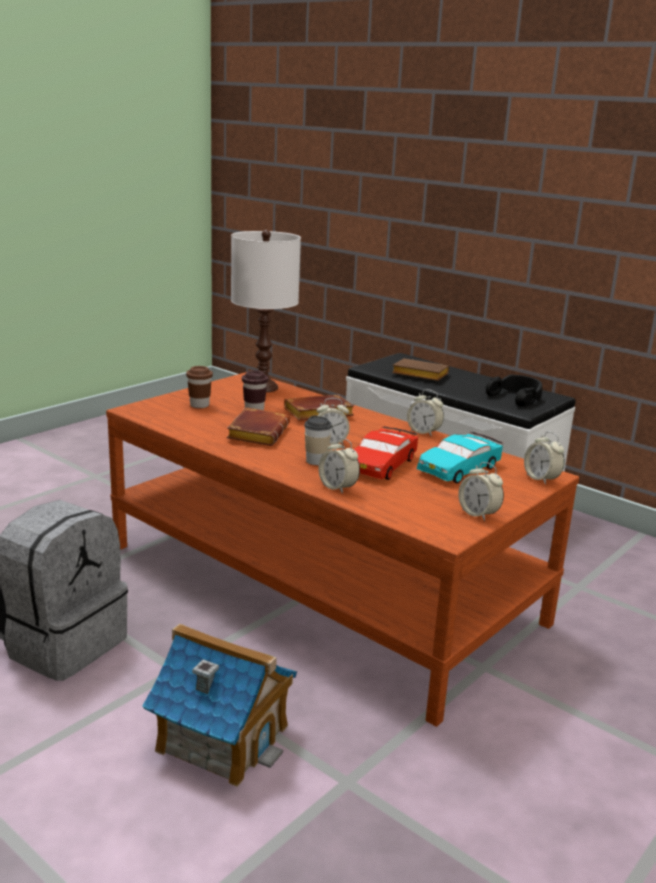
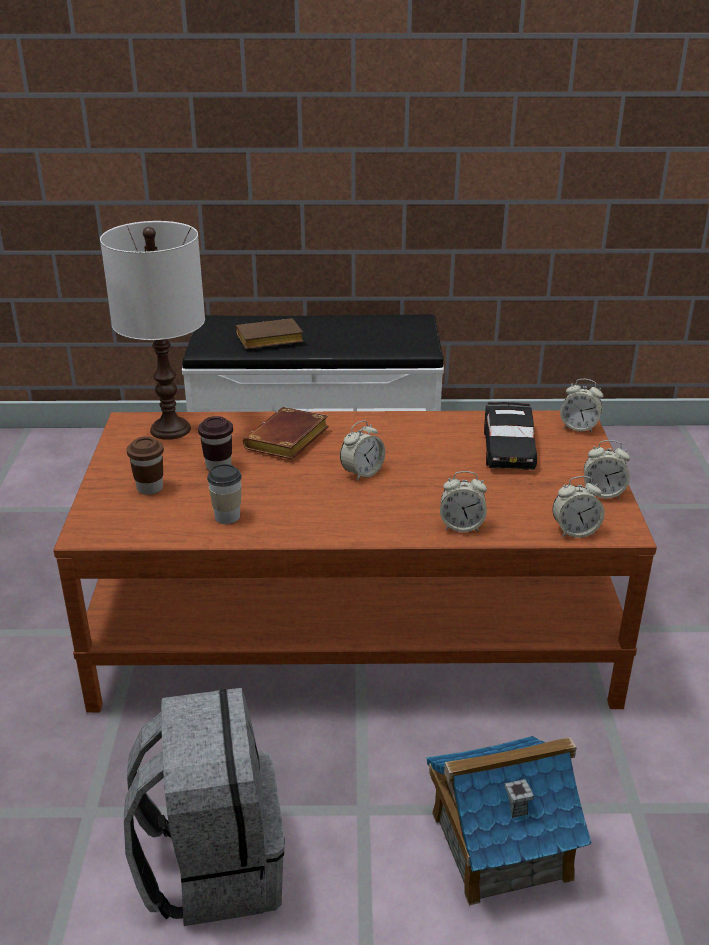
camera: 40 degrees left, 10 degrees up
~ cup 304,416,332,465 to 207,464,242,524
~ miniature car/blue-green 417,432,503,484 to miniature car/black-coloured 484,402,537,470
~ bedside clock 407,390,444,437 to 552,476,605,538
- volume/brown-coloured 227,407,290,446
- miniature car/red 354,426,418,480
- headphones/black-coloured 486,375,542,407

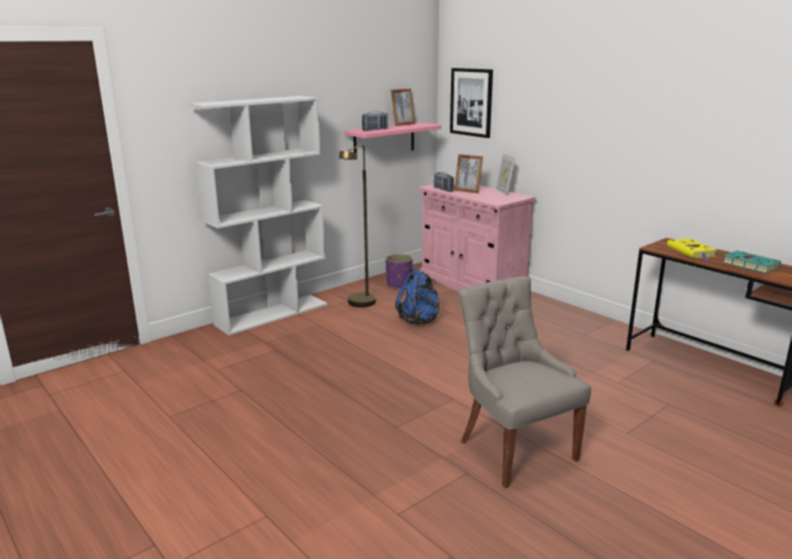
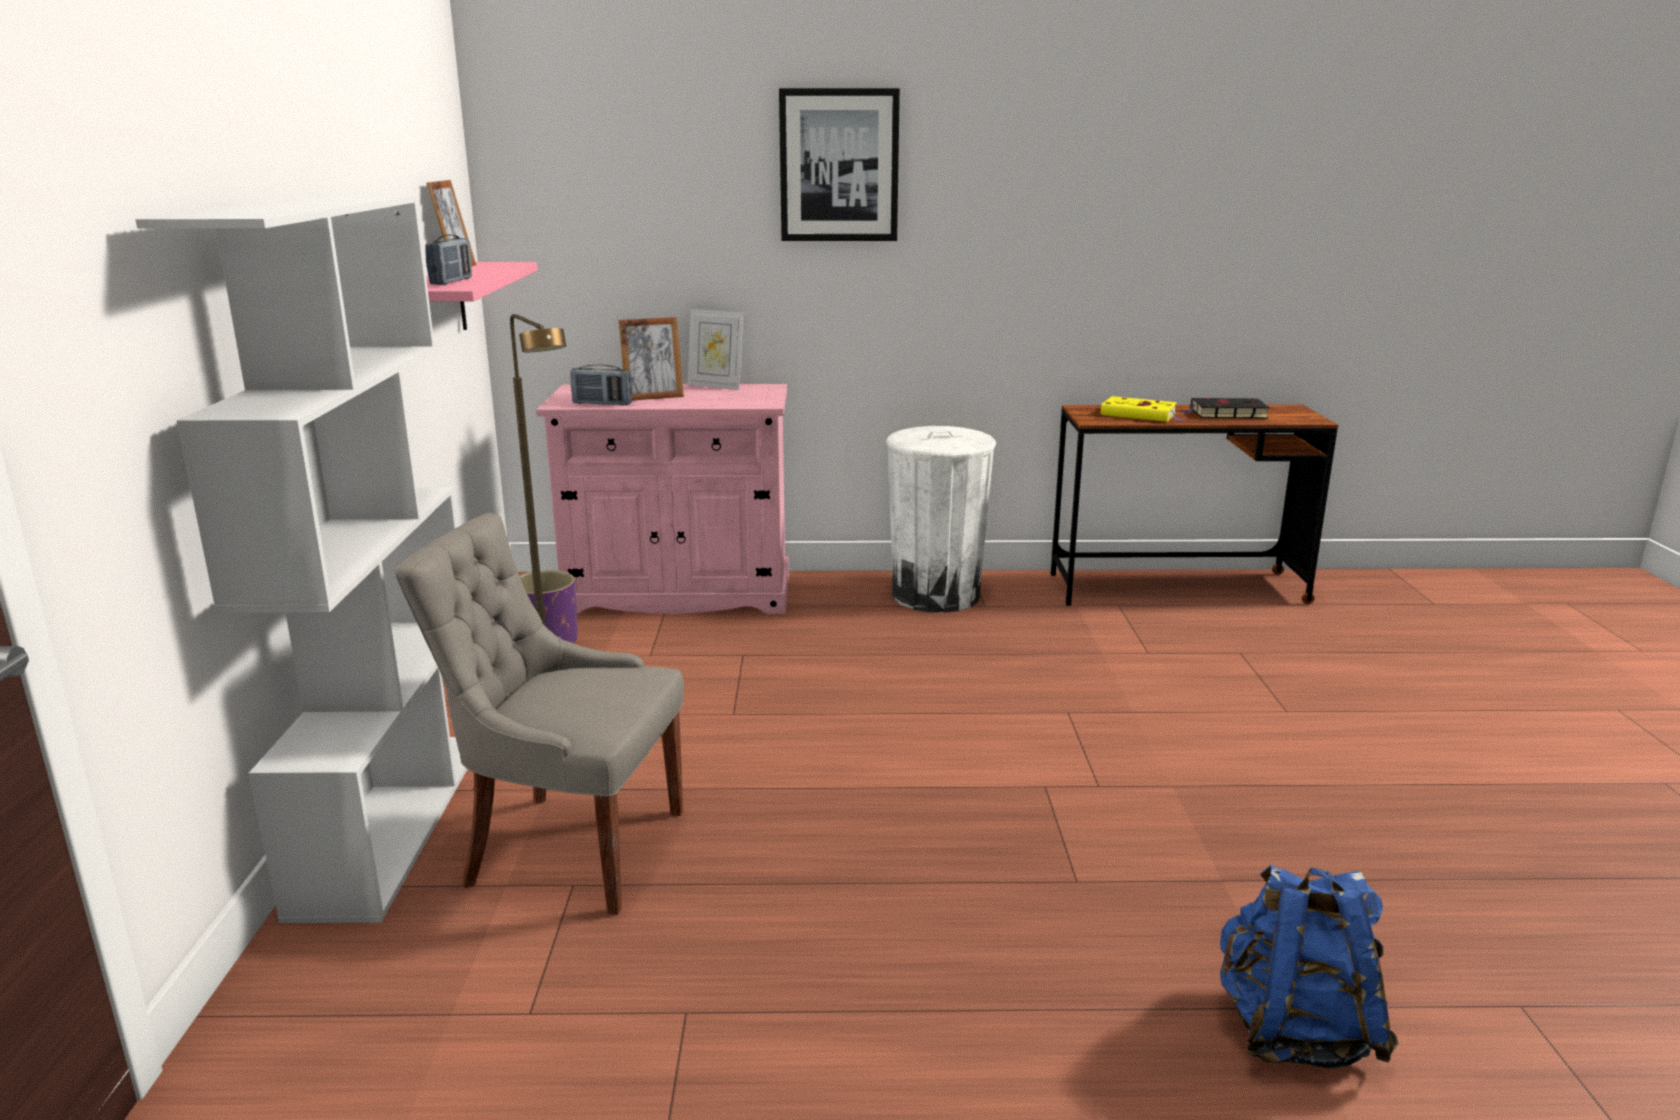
camera: 50 degrees left, 0 degrees up
~ upright chair/grey 458,276,591,488 to 395,513,684,915
~ wall art 450,68,493,138 to 779,88,900,241
+ waste bin/white-coloured 886,426,996,613
~ volume/blue-green 722,250,781,273 to volume/black-coloured 1183,398,1269,419
~ knapsack/blue 395,267,440,325 to 1220,865,1399,1069

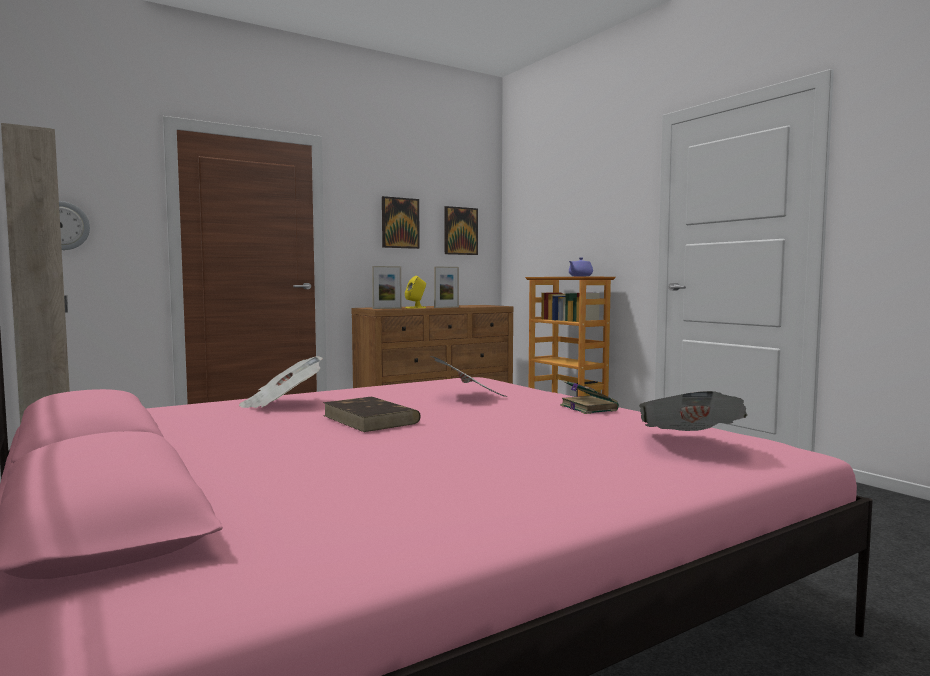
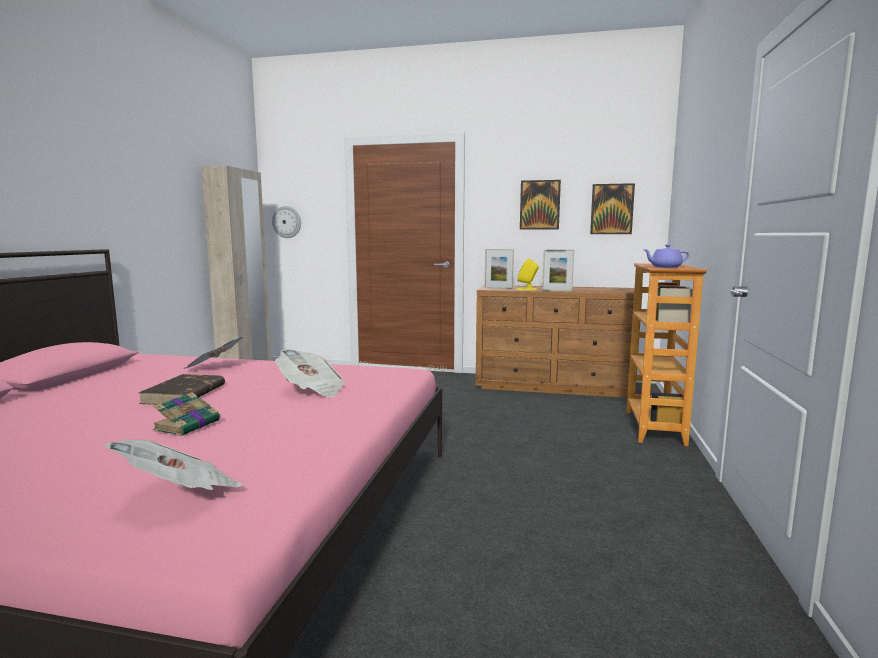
camera: 45 degrees right, 5 degrees up
~ volume 560,381,619,414 to 153,392,221,436

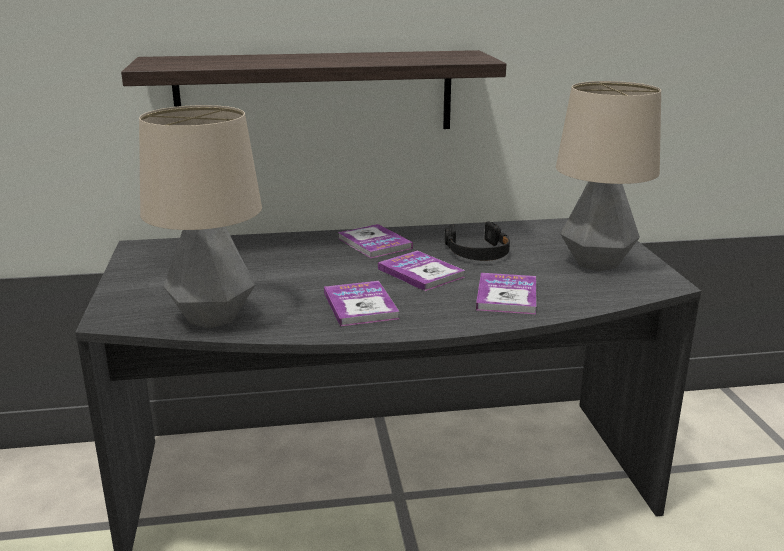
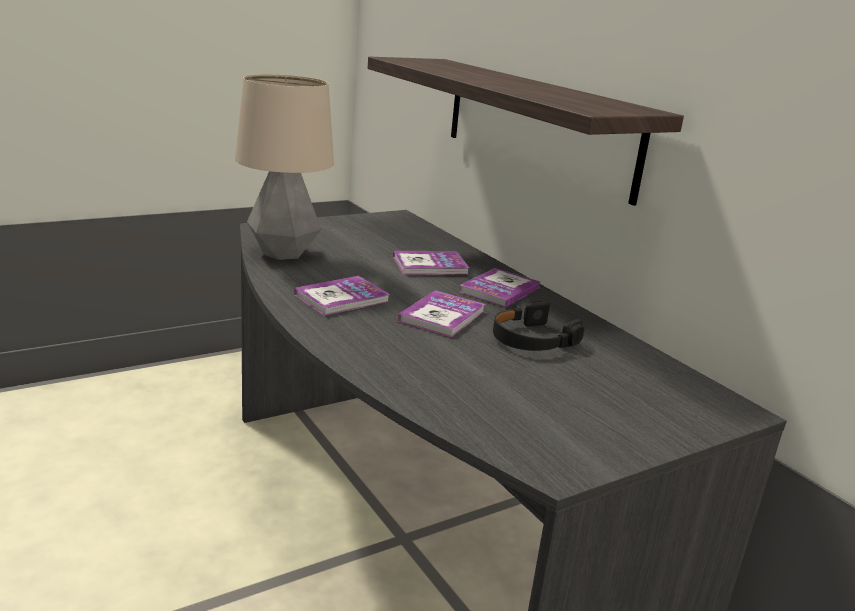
camera: 65 degrees right, 0 degrees up
~ volume 476,273,537,314 to 393,251,470,275
- table lamp 556,81,661,271

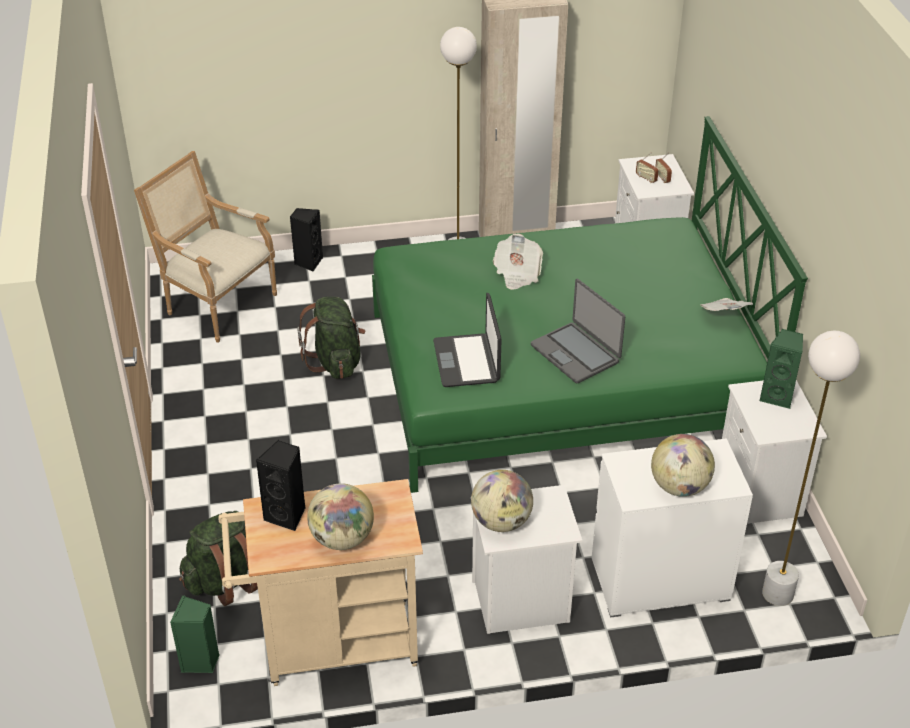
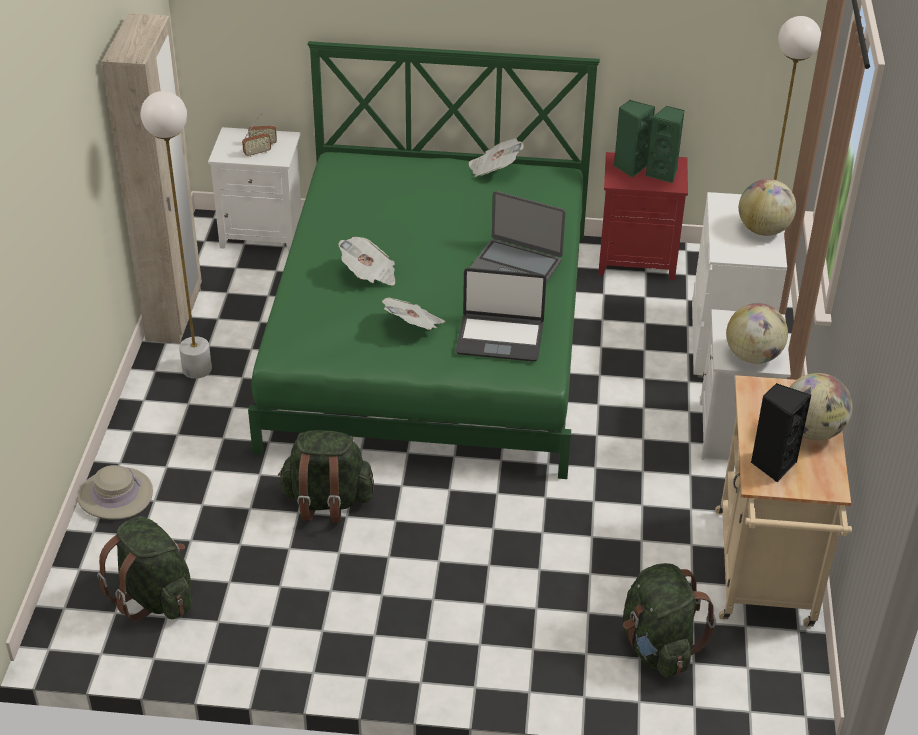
camera: 75 degrees left, 0 degrees up
~ speaker/black-coloured 290,208,323,272 to clothing hat/sand-coloured 77,465,153,519
~ armchair 134,151,277,343 to knapsack/green 97,516,192,621
+ daily paper 382,297,445,330
~ portable computer 531,279,625,383 = 470,191,566,283 45 degrees clockwise
~ night table/white-coloured 722,380,827,524 to night table/red 598,152,688,280
~ speaker/green 170,596,219,673 to 646,106,684,183

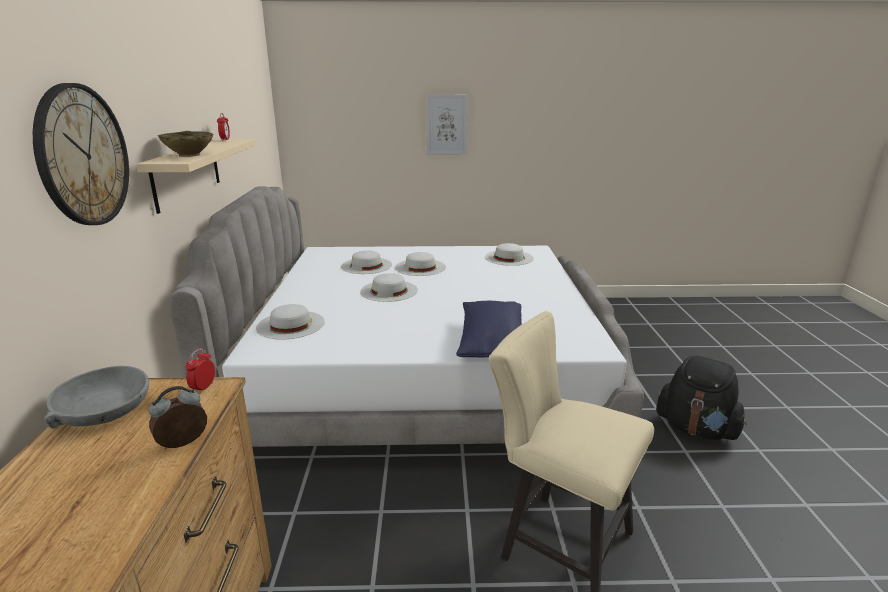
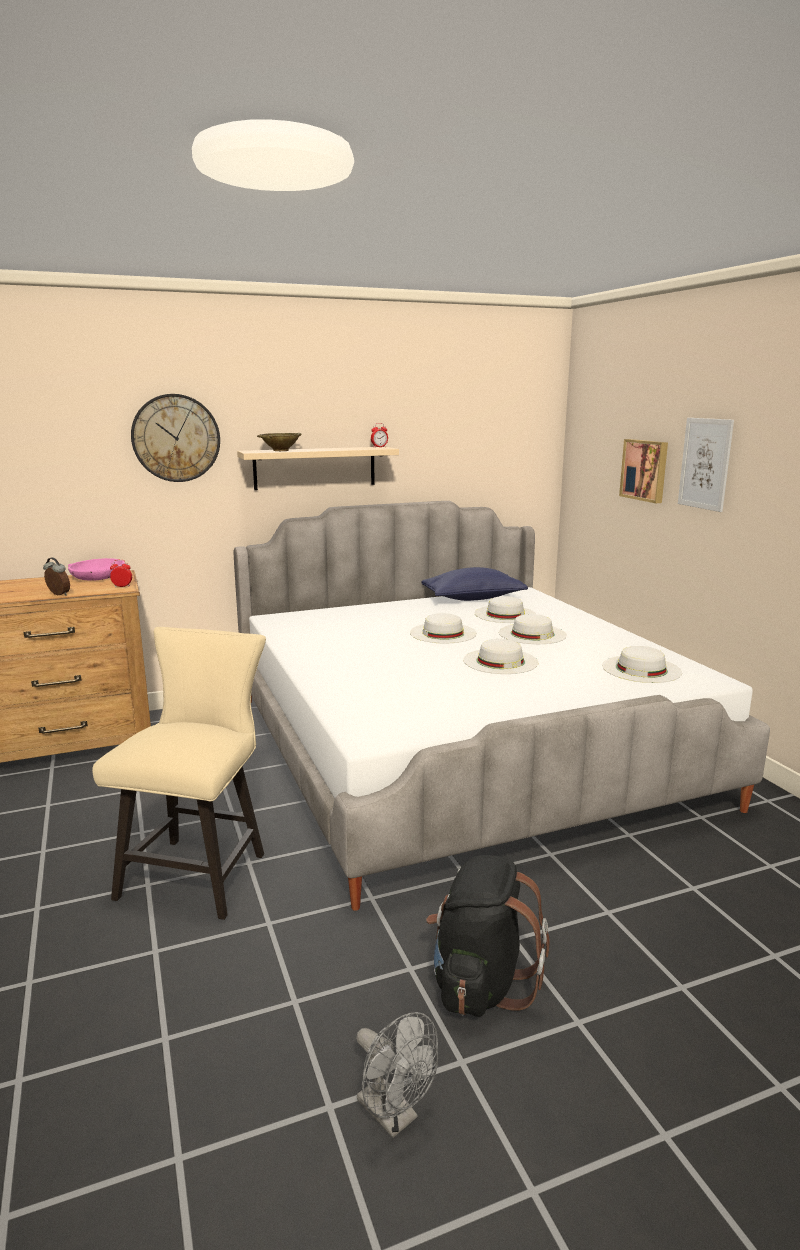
camera: 70 degrees right, 5 degrees down
~ deep dish/grey 44,366,149,429 to deep dish/pink 68,558,125,581
+ electric fan/grey 356,1012,438,1138
~ pillow/blue 456,301,522,357 to 422,567,528,601
~ clothing hat/white-coloured 256,304,325,340 to 463,639,538,674
+ wall art 619,439,668,503

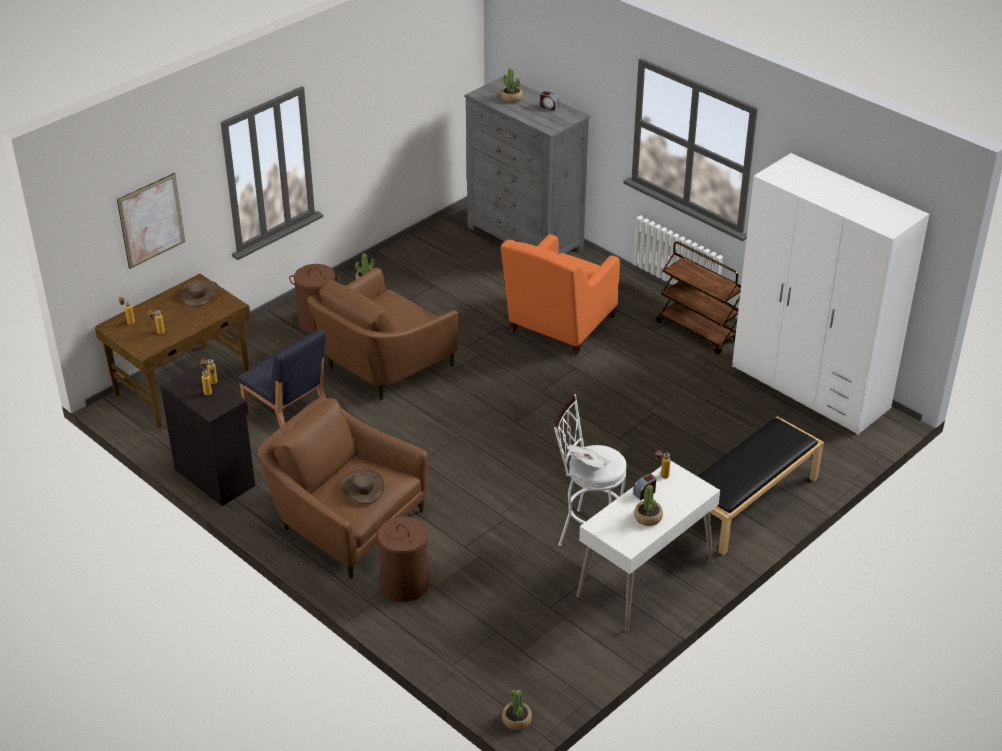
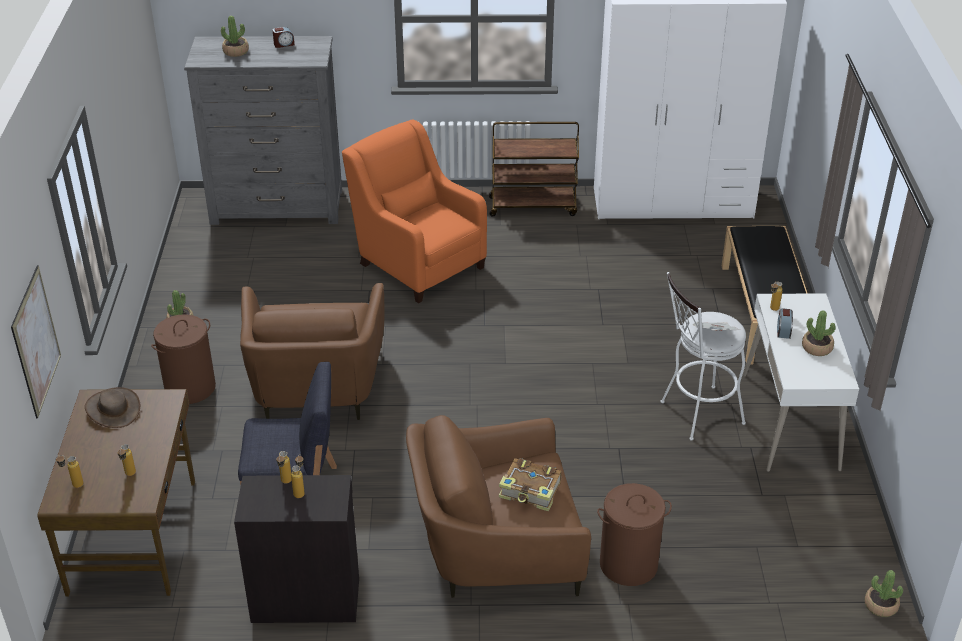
camera: 45 degrees left, 0 degrees up
~ armchair/orangey 501,234,620,357 = 342,120,487,303 150 degrees clockwise
~ clothing hat/brown-coloured 340,470,384,504 to volume 499,458,562,511

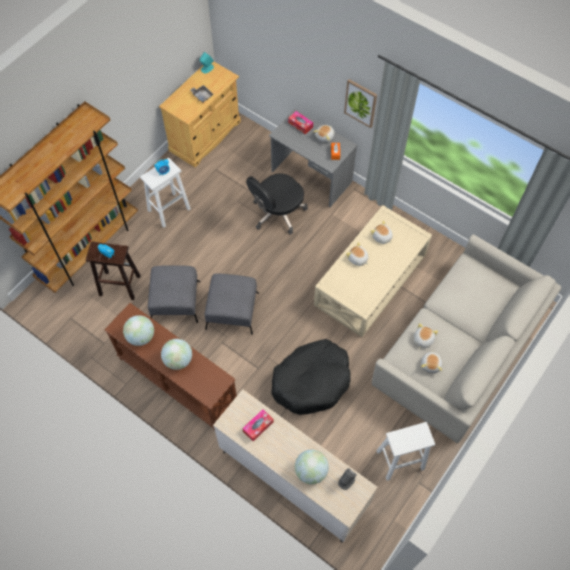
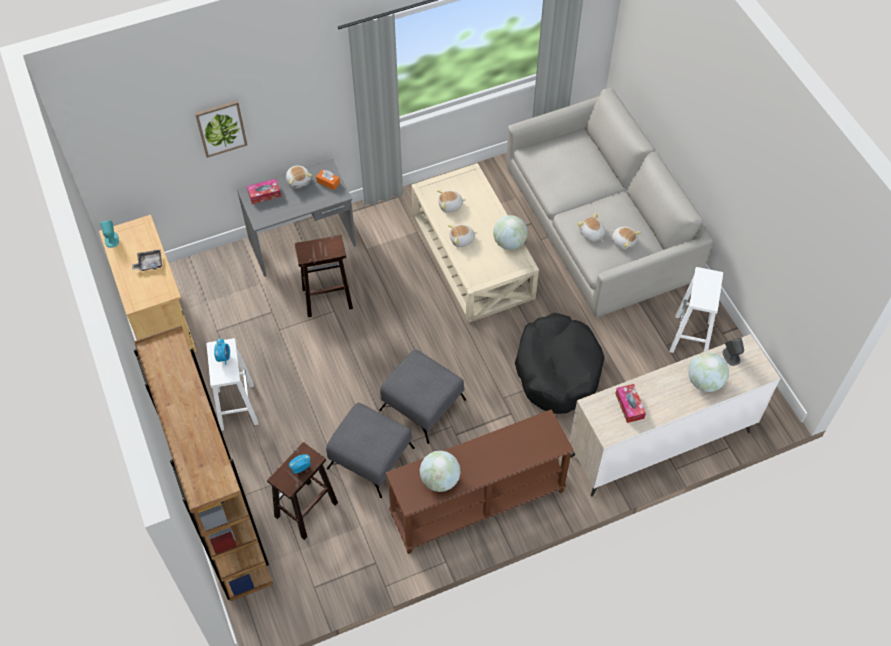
camera: 60 degrees left, 5 degrees down
~ wall art 344,79,377,128 to 195,100,247,158
~ computer chair/black-coloured 246,173,308,235 to stool seat/brown-coloured 294,235,353,317
~ desk globe 161,339,192,370 to 493,215,528,250

